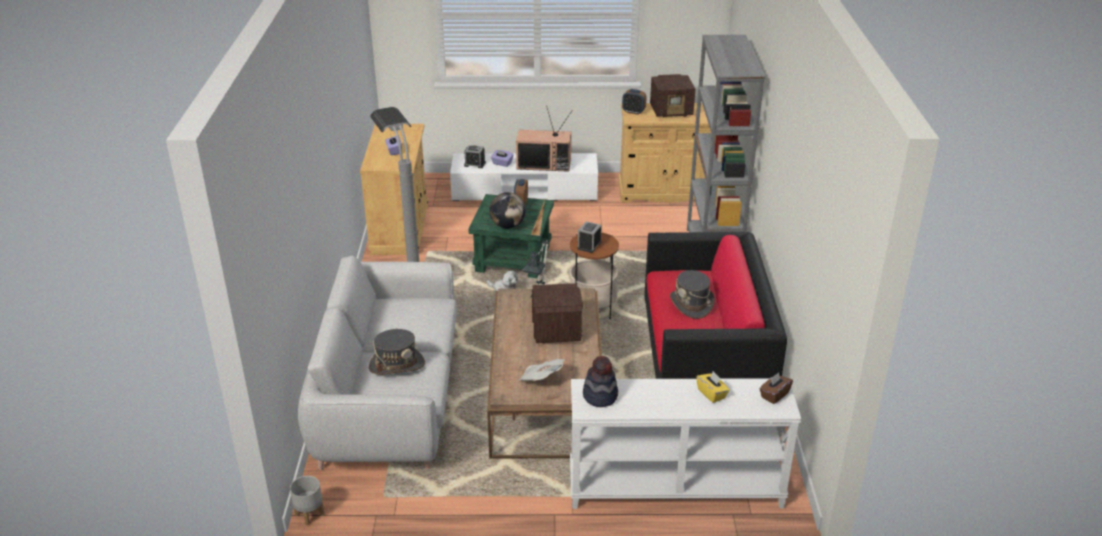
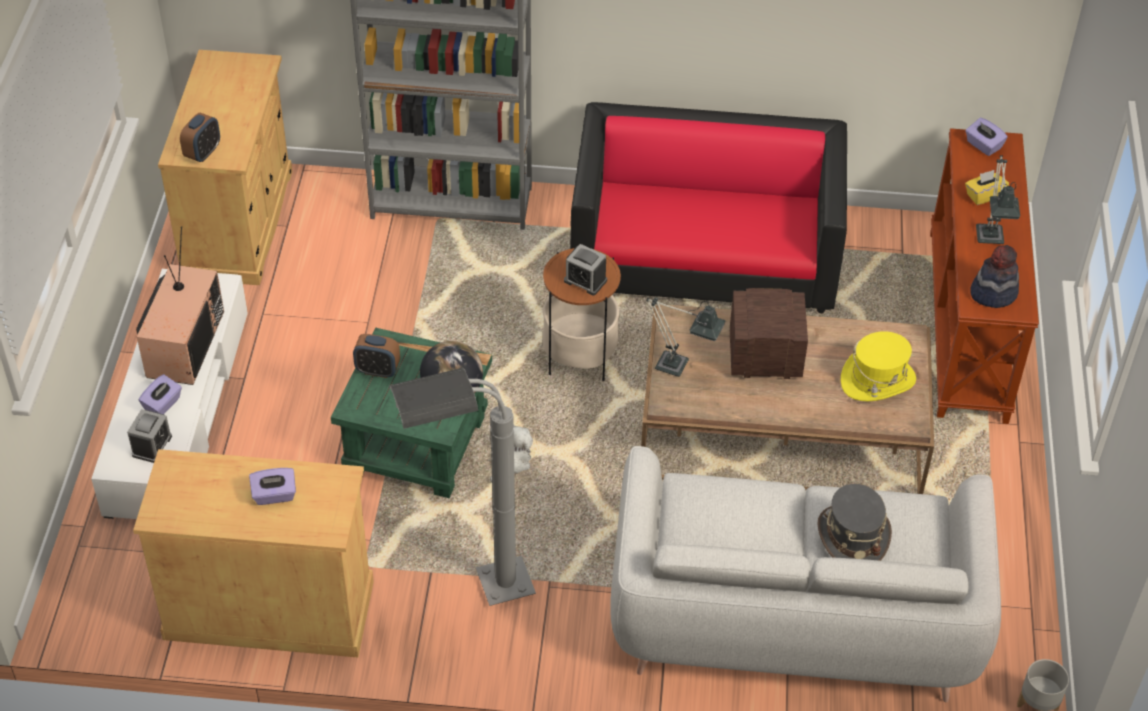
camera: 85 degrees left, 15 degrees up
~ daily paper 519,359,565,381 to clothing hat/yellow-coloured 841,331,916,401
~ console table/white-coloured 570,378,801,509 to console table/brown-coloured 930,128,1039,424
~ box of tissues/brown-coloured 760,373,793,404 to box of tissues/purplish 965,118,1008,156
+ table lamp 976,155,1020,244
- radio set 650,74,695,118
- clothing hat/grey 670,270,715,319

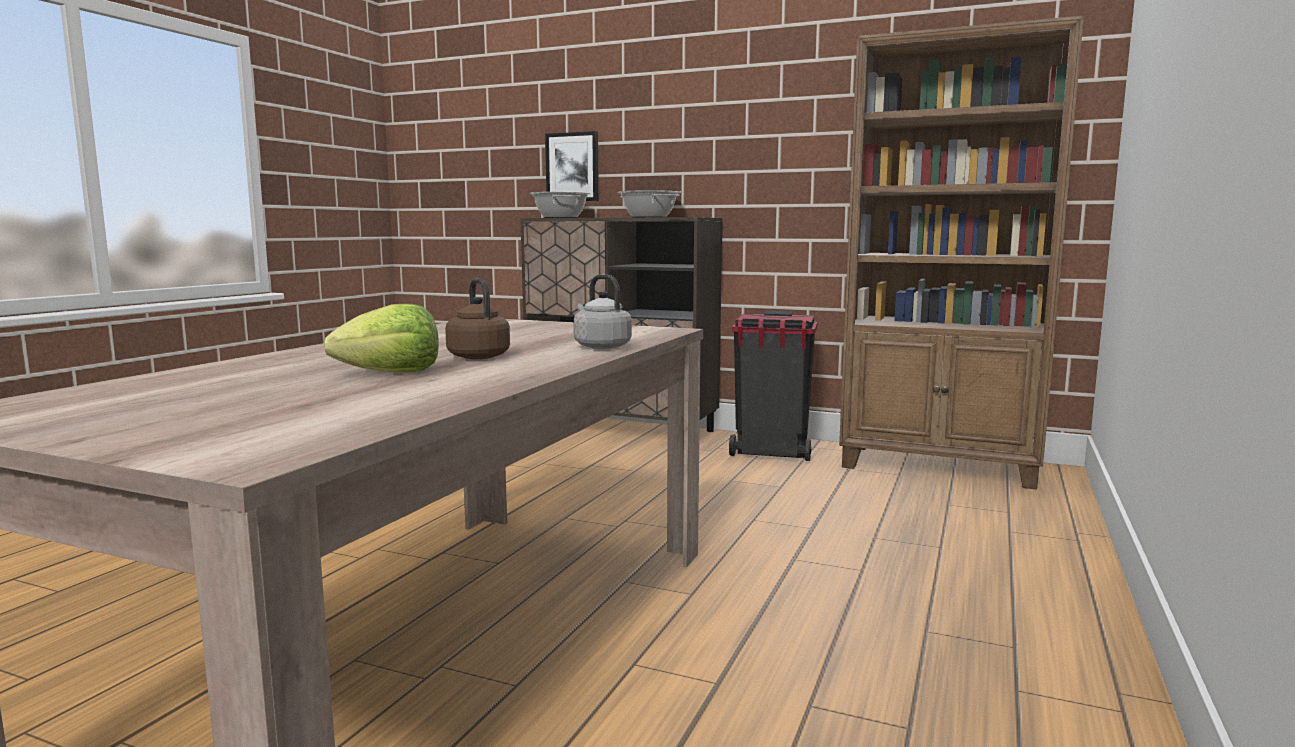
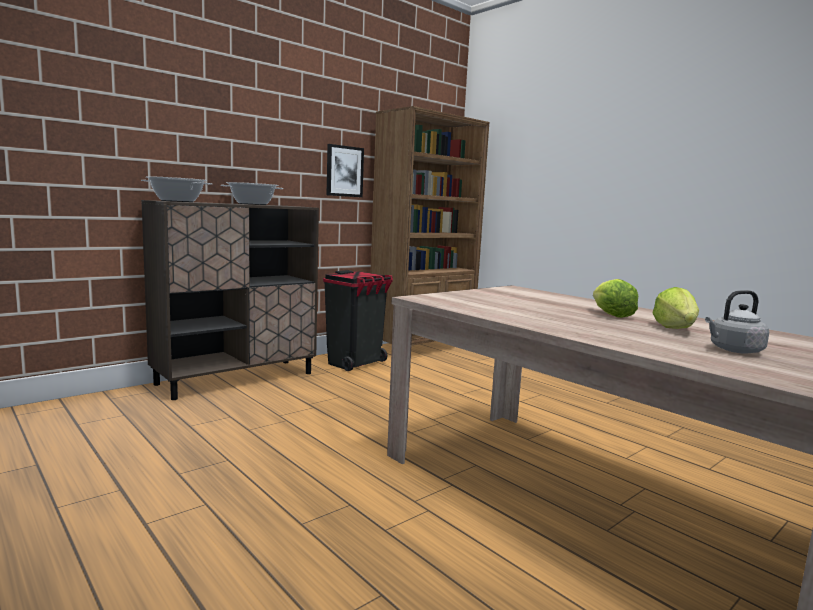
camera: 65 degrees left, 0 degrees up
~ wall art 545,131,599,201 to 326,144,364,197
~ tea kettle/brown-coloured 445,279,510,359 to lettuce 593,279,638,318
~ tea kettle/grey 574,275,632,349 to 705,290,769,354

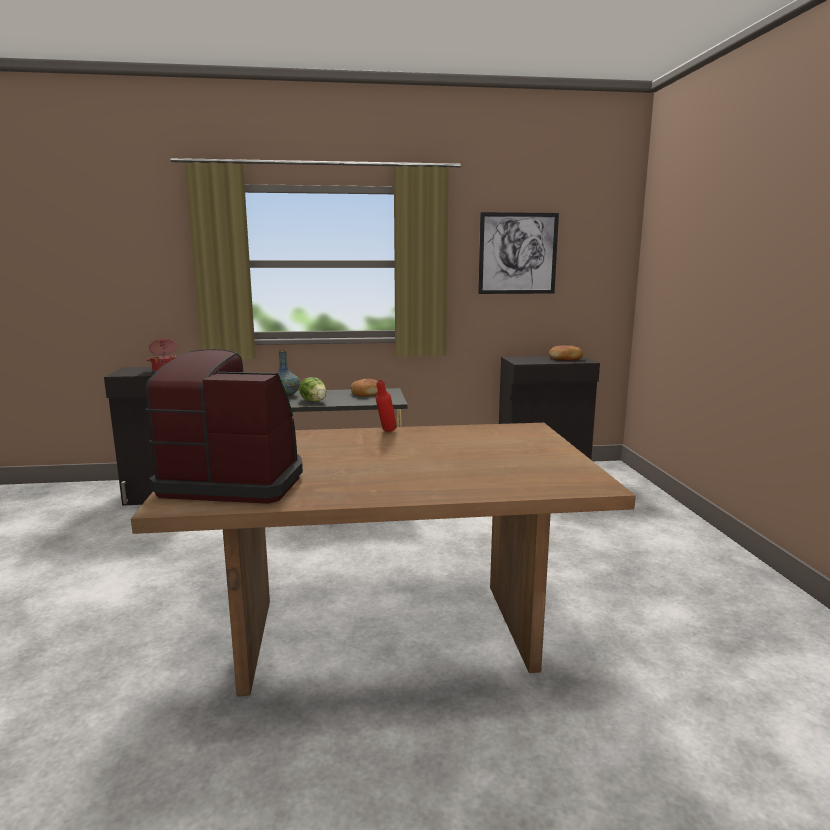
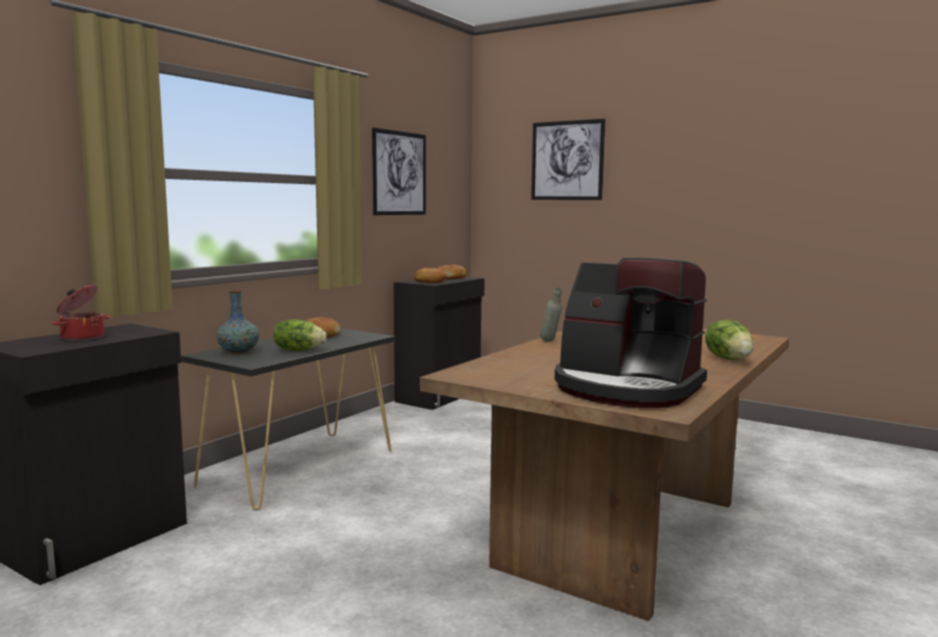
camera: 50 degrees left, 5 degrees down
+ bakery bread 414,268,447,283
+ wall art 531,119,605,200
~ bottle/red 376,380,397,432 to bottle/grey 540,287,562,342
~ coffee maker 146,349,303,504 = 555,258,707,408 105 degrees counterclockwise
+ lettuce 705,320,753,360

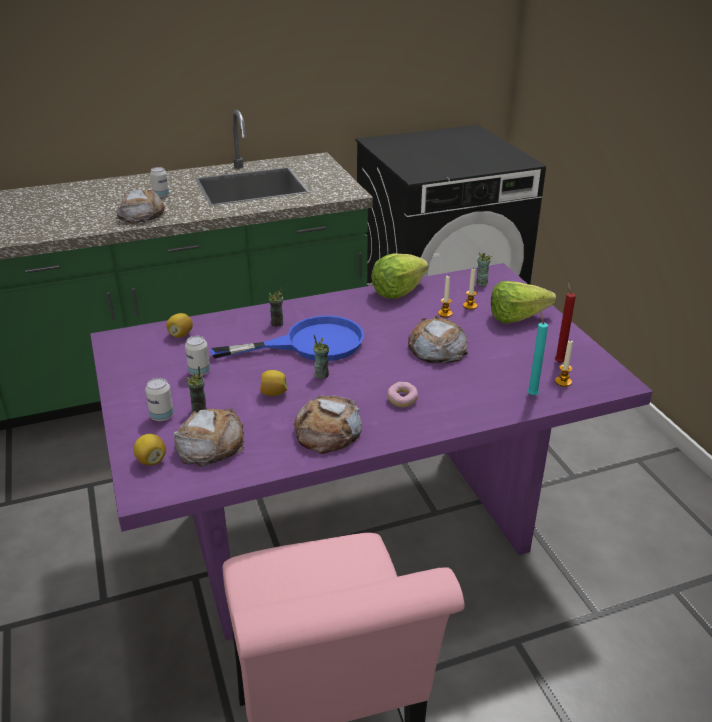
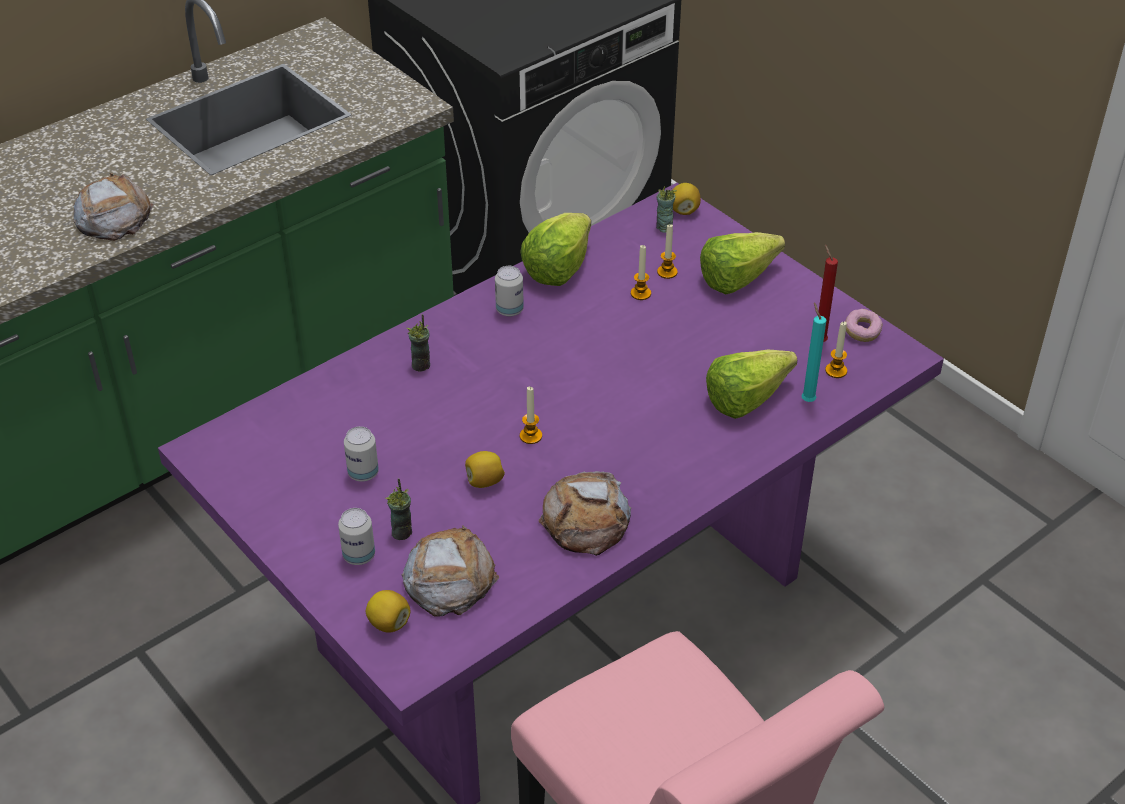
camera: 20 degrees left, 10 degrees up
~ can 150,167,169,198 to 495,266,524,317
~ cup 313,335,329,379 to candle 520,386,542,444
~ whole lemon 166,313,193,338 to 673,183,701,215
+ lettuce 706,349,797,419
~ donut 387,382,418,407 to 845,309,883,342
- skillet/blue 210,316,364,361
- bakery bread 408,316,468,364

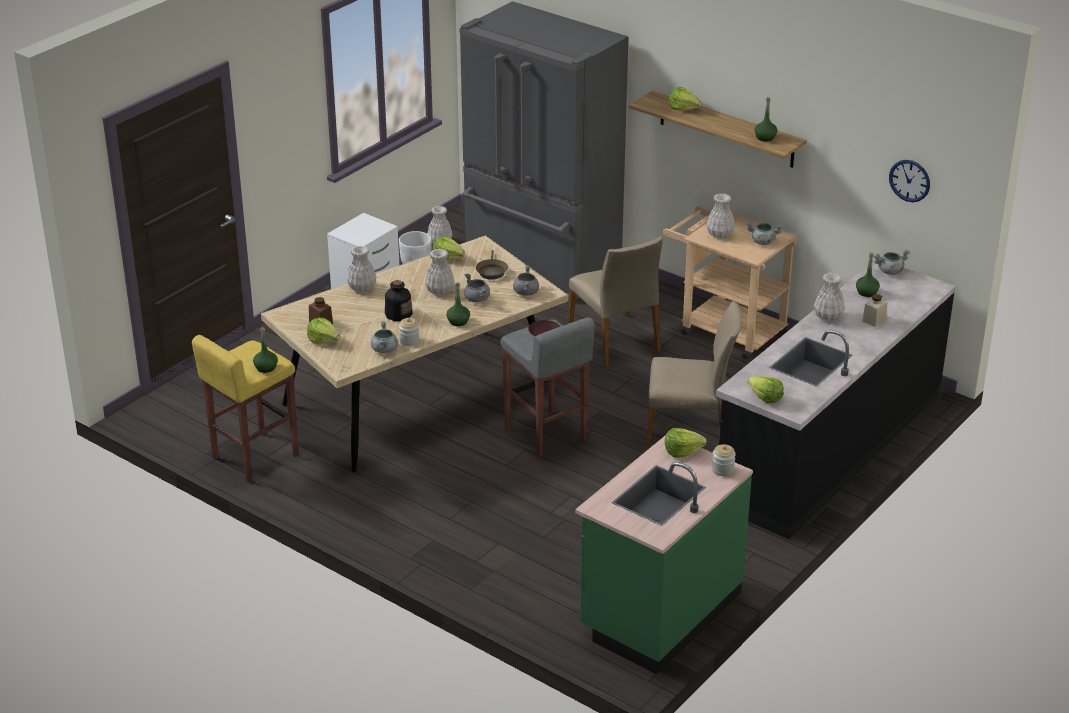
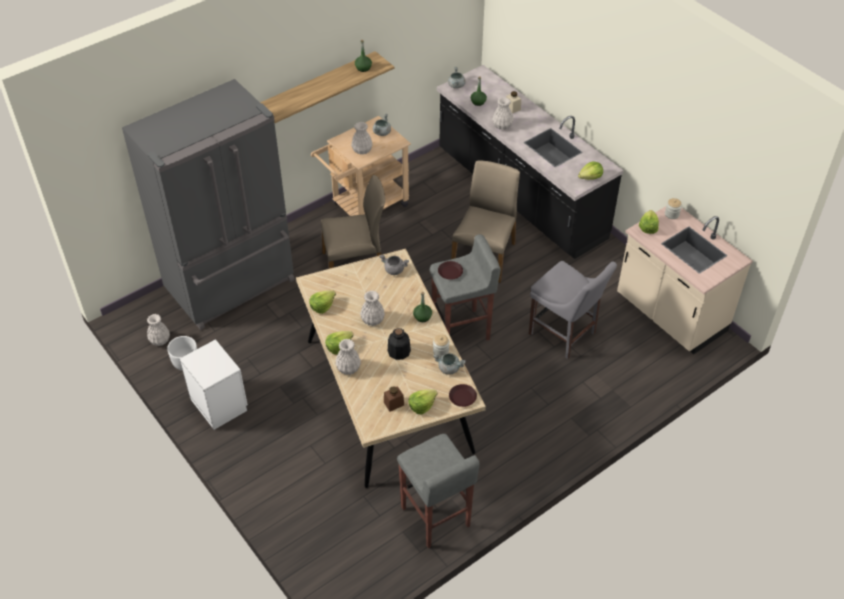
camera: 75 degrees left, 15 degrees up
~ lettuce 669,87,702,111 to 325,331,354,355
~ stool seat/yellow-coloured 192,335,299,483 to stool seat/grey 397,434,480,548
+ dinner plate/brown-coloured 449,384,477,407
+ upright chair/grey 529,261,617,359
~ counter/green 575,435,753,674 to counter/sand-coloured 617,206,753,354
- bottle/green 253,327,278,373
- cooking pot/grey 464,273,490,302
- skillet/brown-coloured 476,250,508,280
- wall clock 889,160,930,202

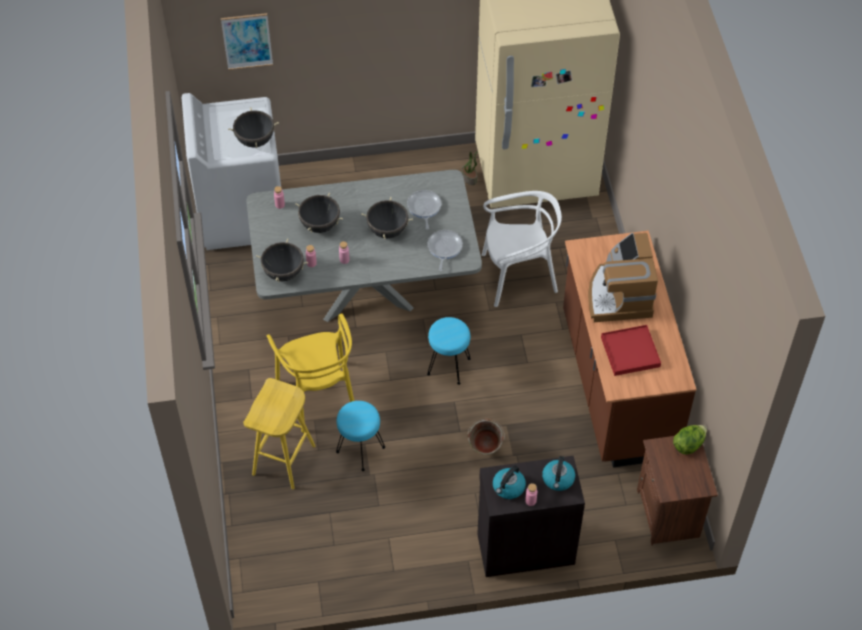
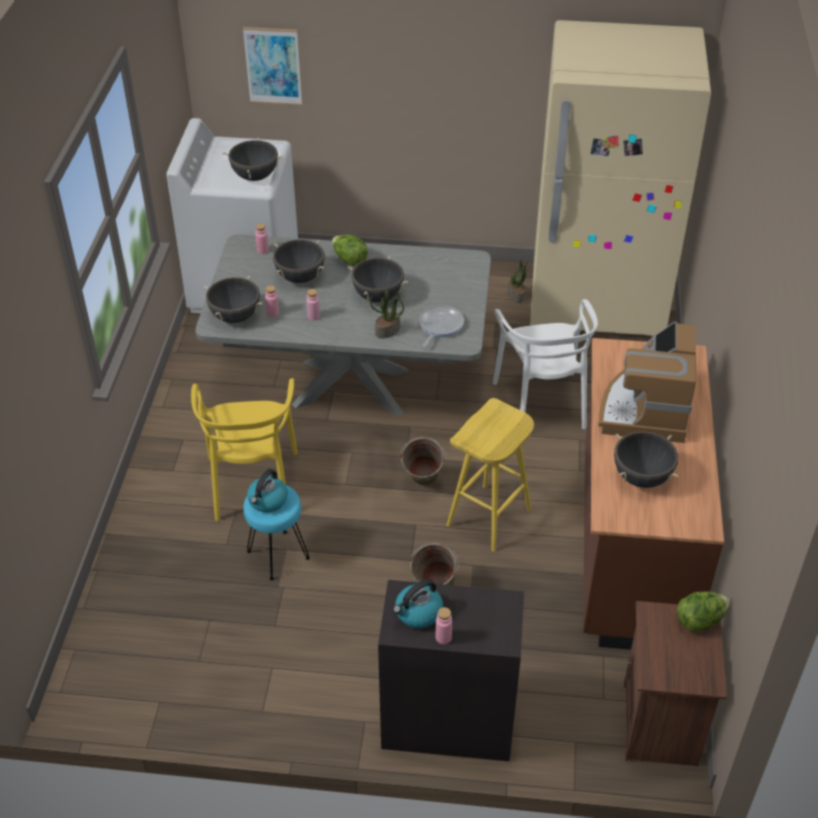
camera: 15 degrees right, 10 degrees down
~ tea kettle 542,456,575,491 to 247,469,288,512
+ lettuce 332,235,368,266
+ potted plant 370,290,404,339
~ stool seat/blue-green 427,317,471,385 to bucket/green 400,437,446,486
~ stool seat/yellow-coloured 243,378,315,489 to 447,398,534,552
~ upright chair/white-coloured 482,191,562,307 = 493,299,598,429 75 degrees clockwise
~ serving tray/red 601,325,661,376 to cooking pot/black-coloured 614,431,678,488
- skillet 407,190,441,230

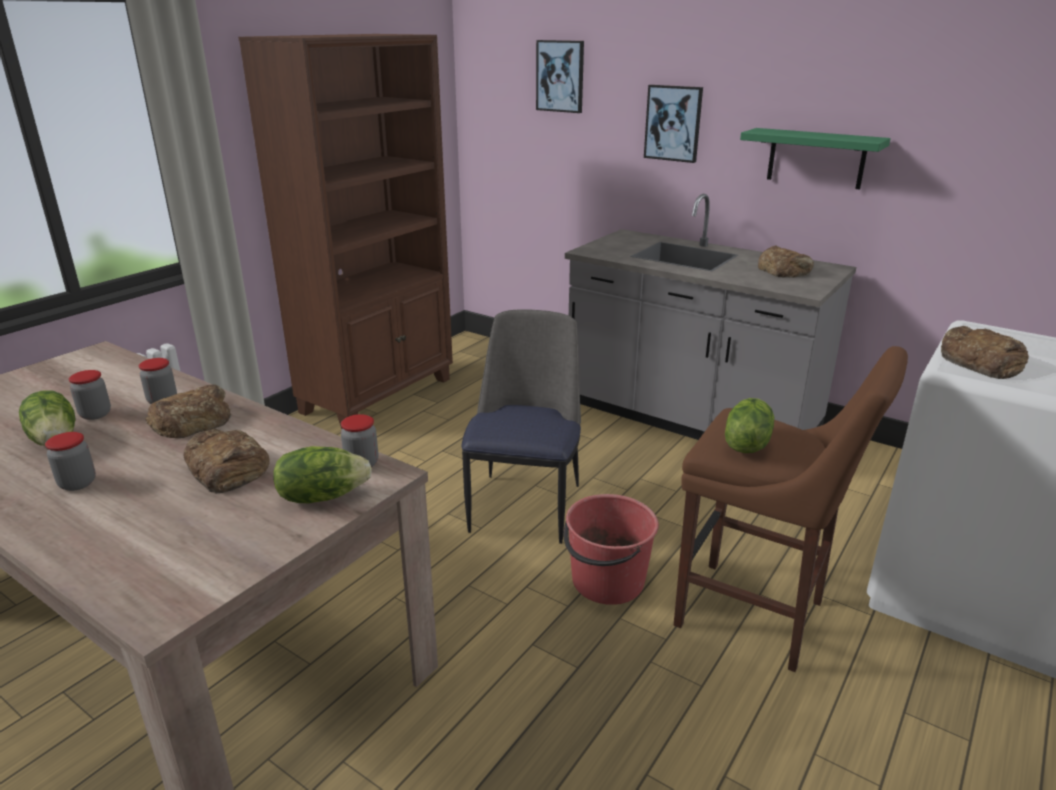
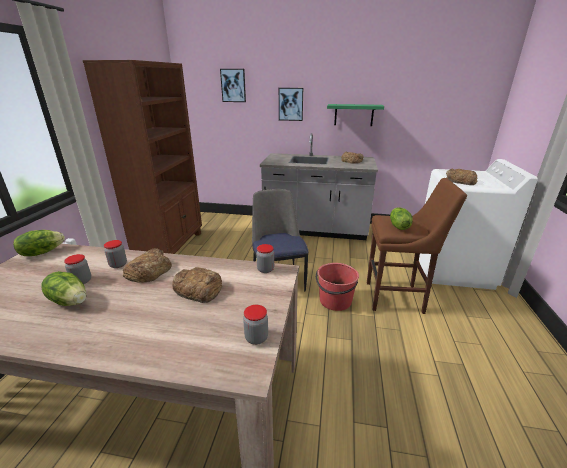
camera: 25 degrees left, 0 degrees up
~ lettuce 273,446,372,503 to 13,230,65,256
~ storage jar 45,432,96,491 to 243,305,268,345

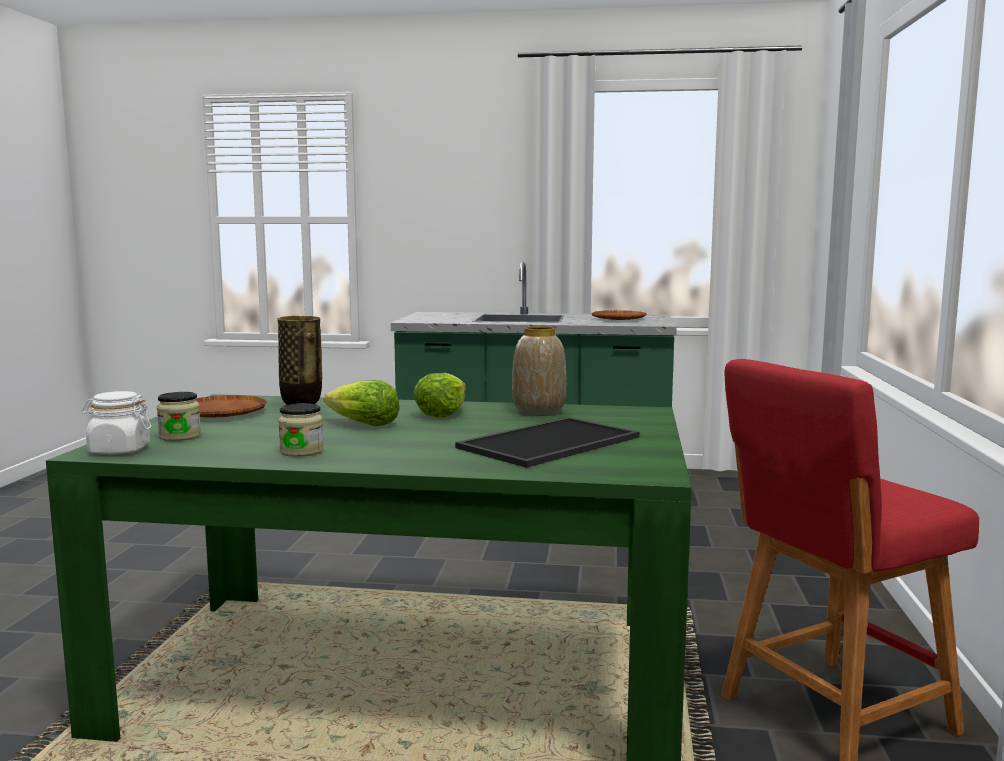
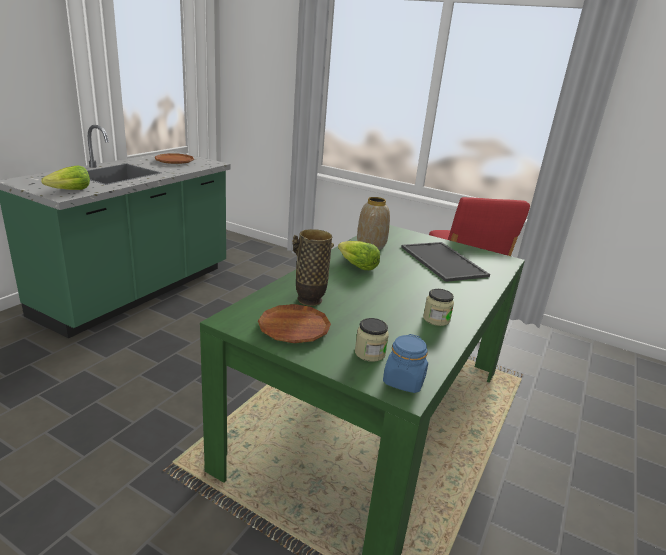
camera: 70 degrees left, 15 degrees up
~ lettuce 324,380,399,426 to 41,166,90,190
~ storage jar/white-coloured 82,391,151,454 to storage jar/blue 383,334,428,393

